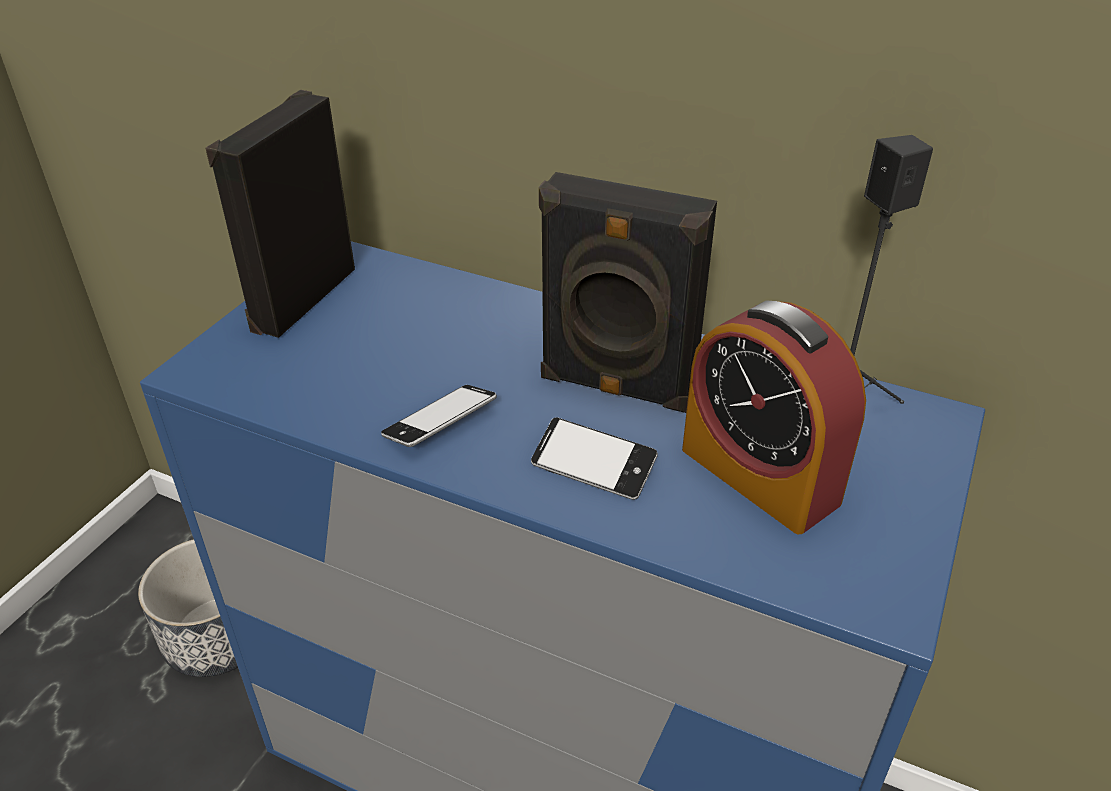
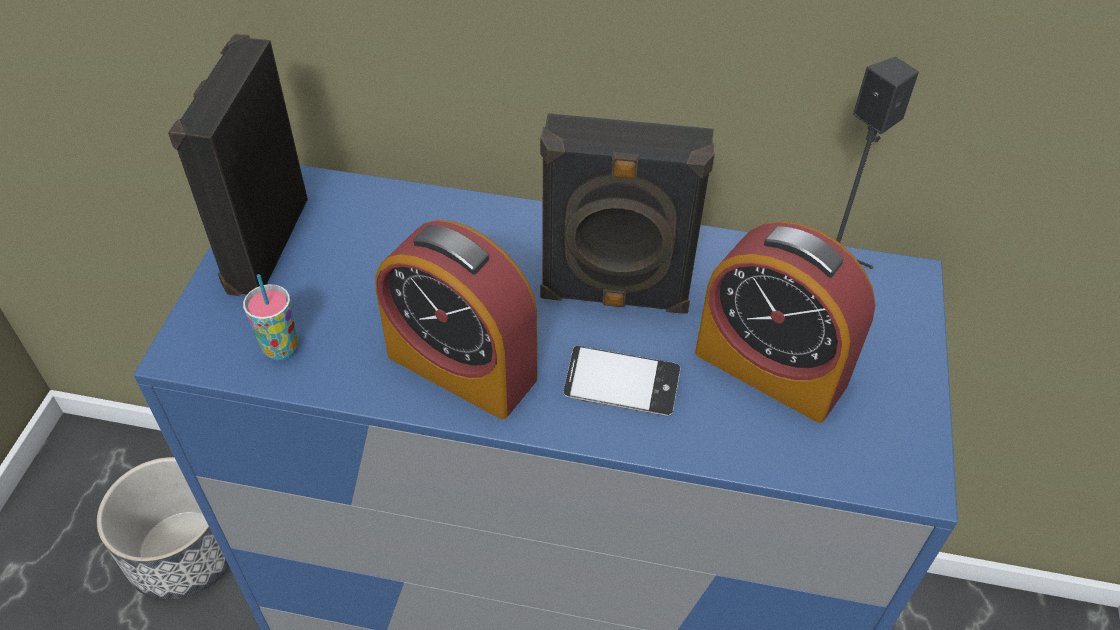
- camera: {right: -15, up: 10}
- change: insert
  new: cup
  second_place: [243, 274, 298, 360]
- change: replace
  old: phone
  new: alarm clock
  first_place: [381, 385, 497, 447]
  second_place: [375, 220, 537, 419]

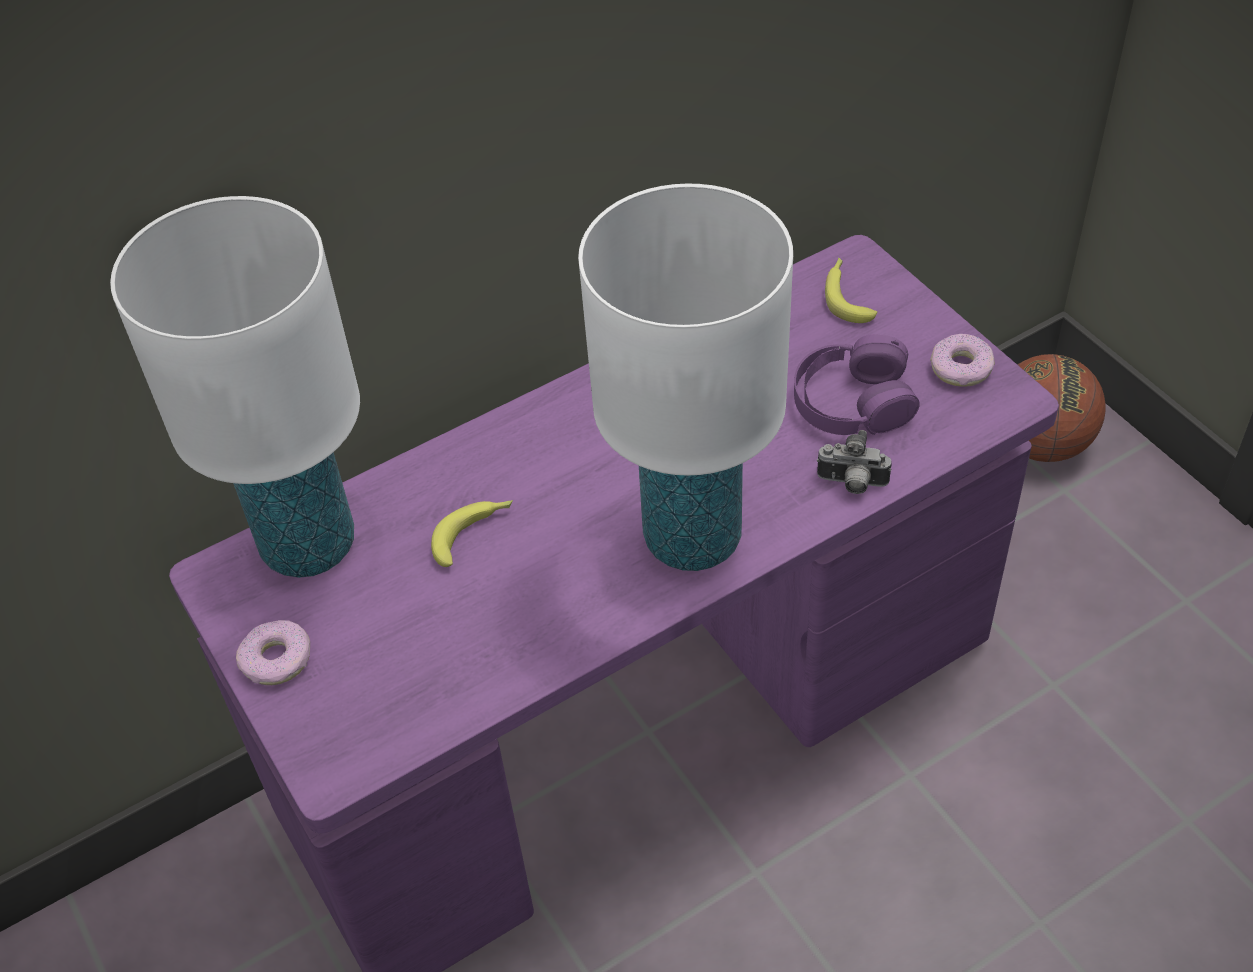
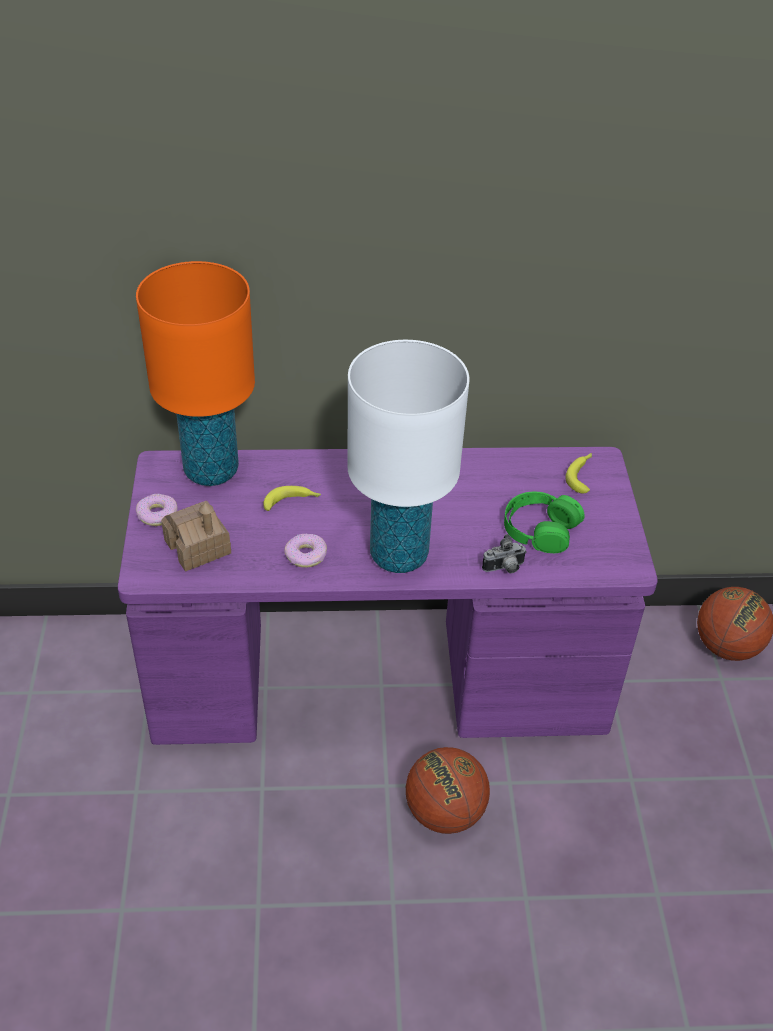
- camera: {right: 25, up: -5}
- change: insert
  new: model house
  second_place: [161, 501, 231, 572]
- change: insert
  new: ball for basketball
  second_place: [406, 747, 490, 834]
- change: move
  old: donut
  first_place: [930, 334, 995, 387]
  second_place: [284, 534, 327, 568]
- change: recolor
  old: table lamp/white-coloured
  new: table lamp/orange
  first_place: [110, 196, 360, 578]
  second_place: [136, 261, 255, 486]
- change: recolor
  old: headset/purple-coloured
  new: headset/green
  first_place: [794, 334, 920, 435]
  second_place: [504, 492, 585, 553]
- change: rotate
  old: photo camera
  first_place: [817, 430, 892, 494]
  second_place: [482, 534, 527, 573]
  degrees: -60

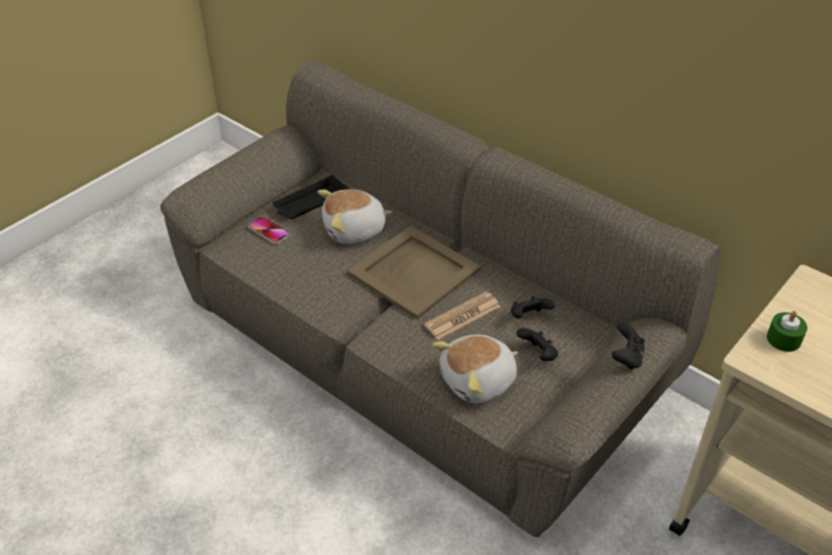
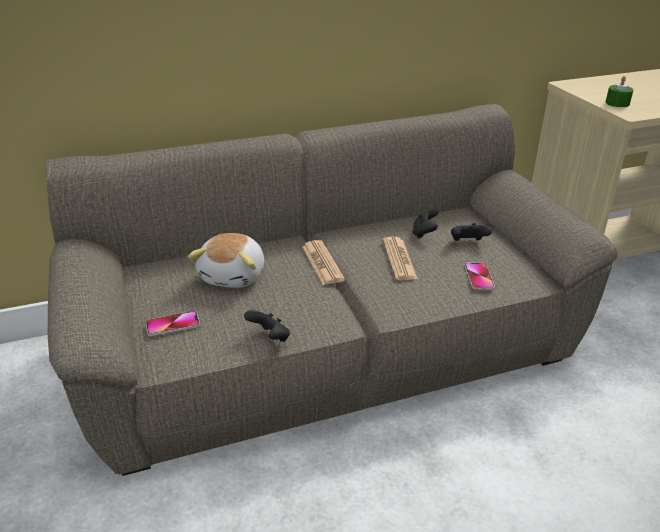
- camera: {right: -60, up: -10}
- change: delete
  old: tray/black-coloured
  first_place: [273, 175, 349, 219]
- change: move
  old: joypad/black-coloured
  first_place: [612, 322, 645, 370]
  second_place: [244, 310, 290, 342]
- change: replace
  old: tray/beige-coloured
  new: printed paper
  first_place: [347, 226, 481, 319]
  second_place: [302, 240, 345, 285]
- change: replace
  old: soft toy
  new: phone
  first_place: [432, 335, 518, 403]
  second_place: [464, 263, 495, 290]

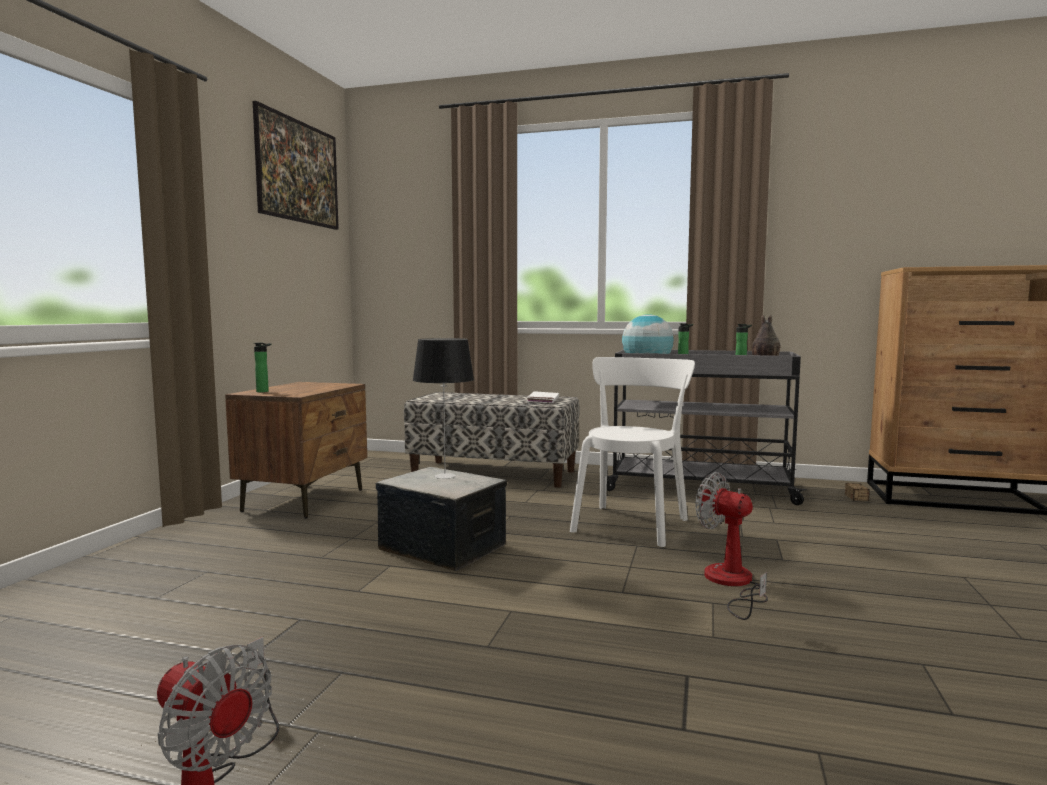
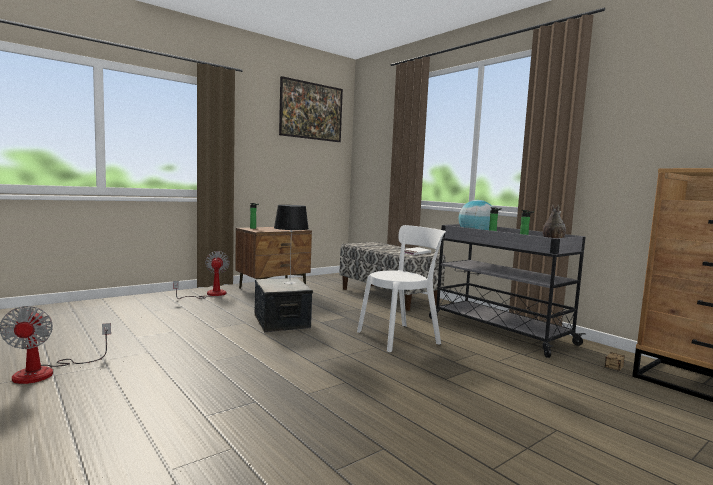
- camera: {right: 35, up: 0}
- change: move
  old: fan
  first_place: [695, 472, 768, 620]
  second_place: [173, 251, 230, 299]

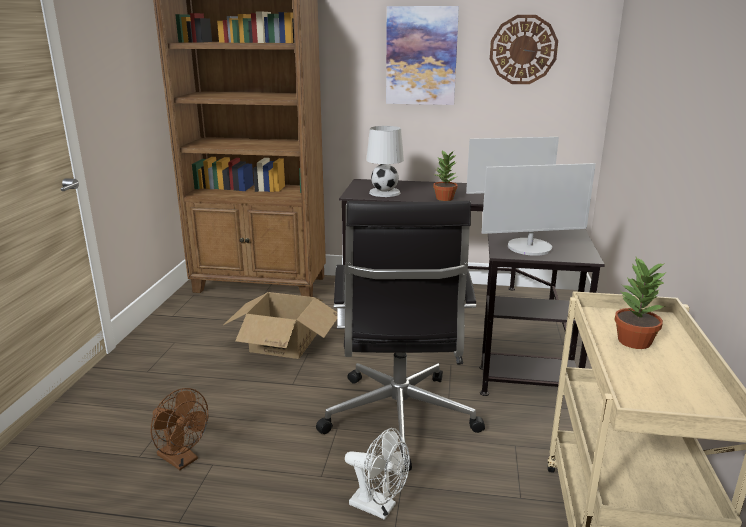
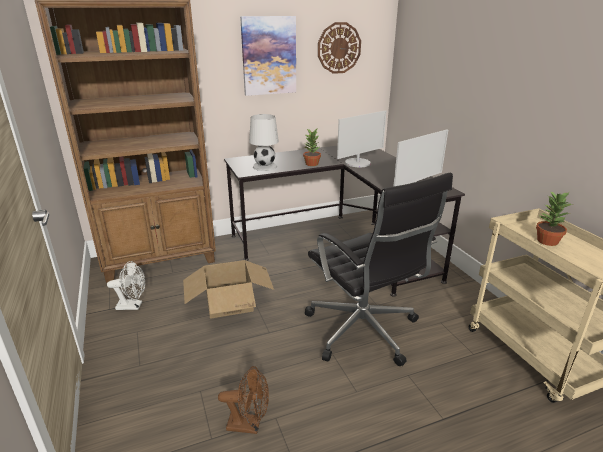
- camera: {right: -30, up: 5}
- change: move
  old: fan/white-coloured
  first_place: [345, 428, 410, 520]
  second_place: [107, 261, 145, 310]

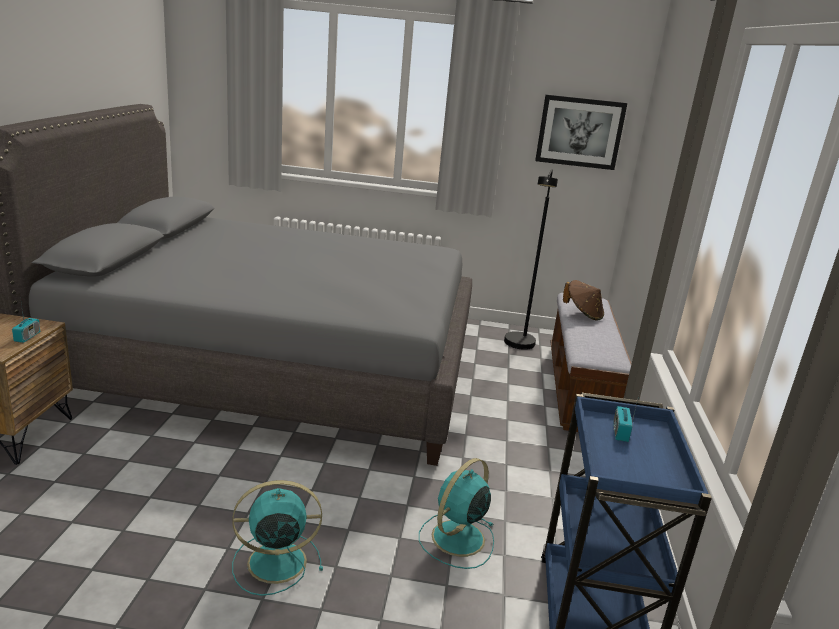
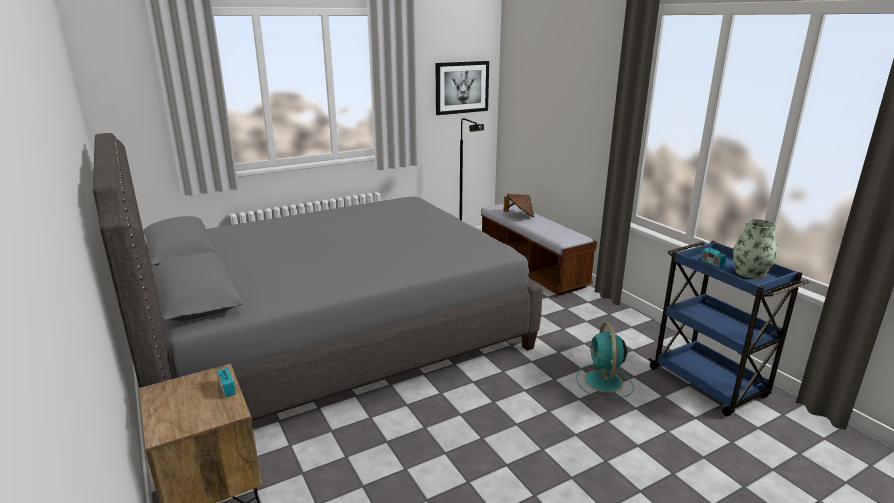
- camera: {right: -35, up: 0}
- change: delete
  old: fan/turquoise-coloured
  first_place: [232, 480, 323, 596]
- change: insert
  new: flower vase
  second_place: [733, 219, 777, 279]

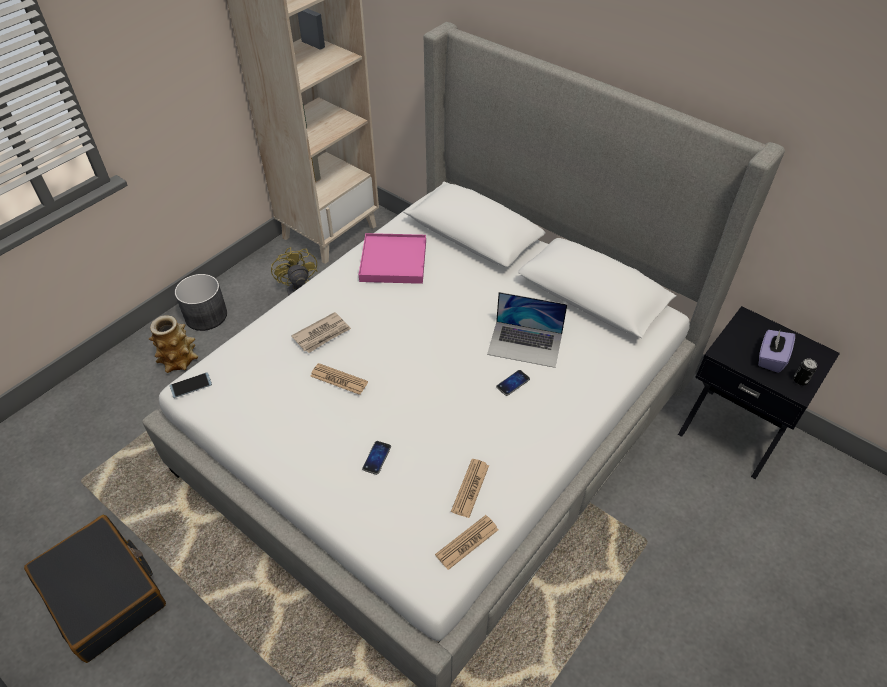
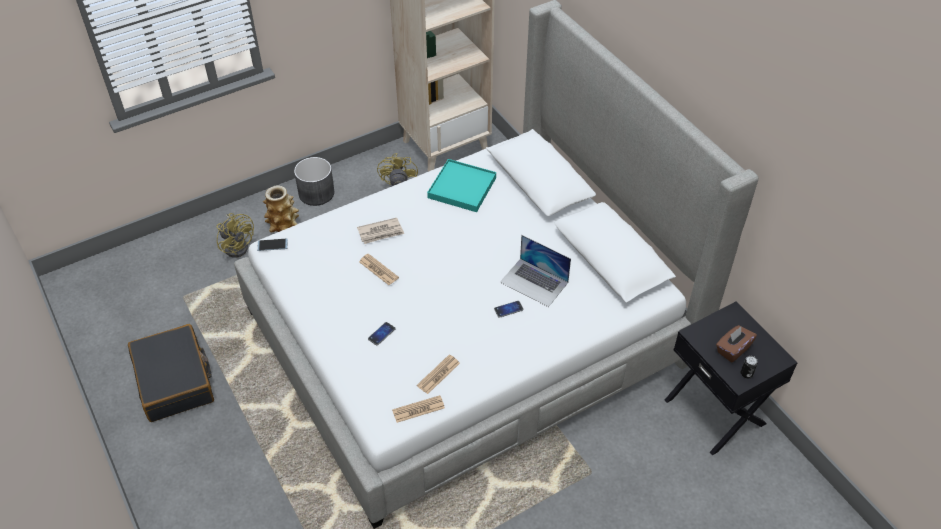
- camera: {right: 20, up: 0}
- change: insert
  new: fan/yellow-coloured
  second_place: [217, 213, 254, 258]
- change: recolor
  old: tray/pink-coloured
  new: tray/turquoise-coloured
  first_place: [358, 233, 426, 284]
  second_place: [427, 159, 496, 212]
- change: recolor
  old: tissue box/purple-coloured
  new: tissue box/brownish
  first_place: [758, 330, 795, 373]
  second_place: [716, 325, 757, 362]

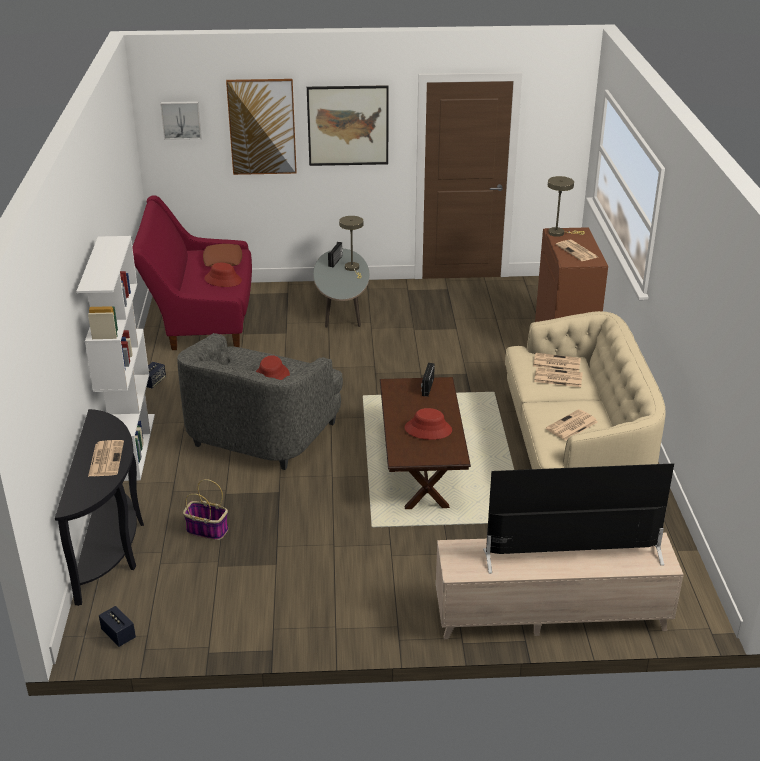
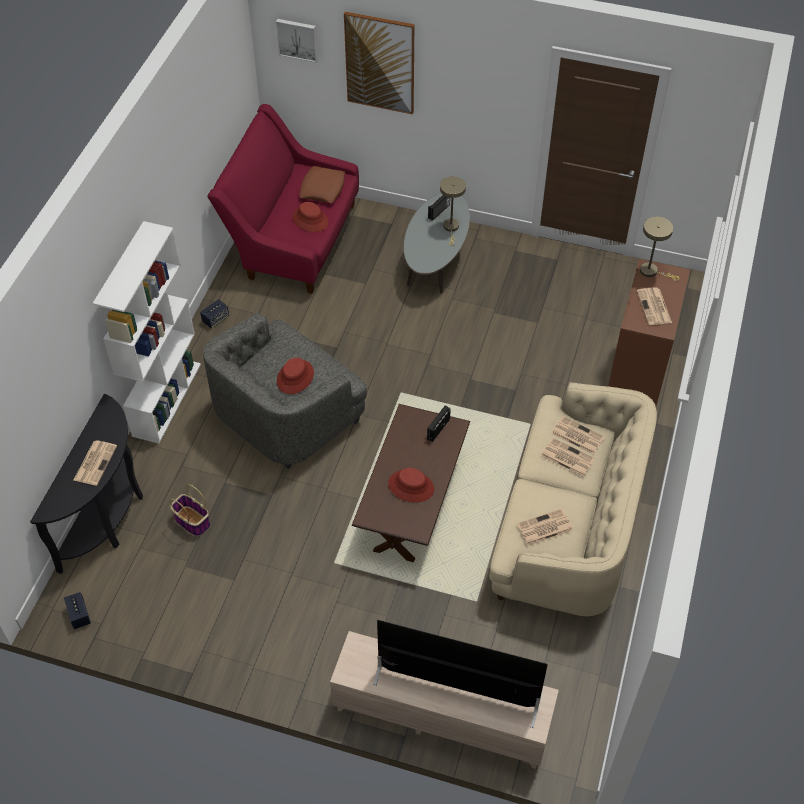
- camera: {right: 20, up: 20}
- change: delete
  old: wall picture
  first_place: [307, 85, 389, 166]

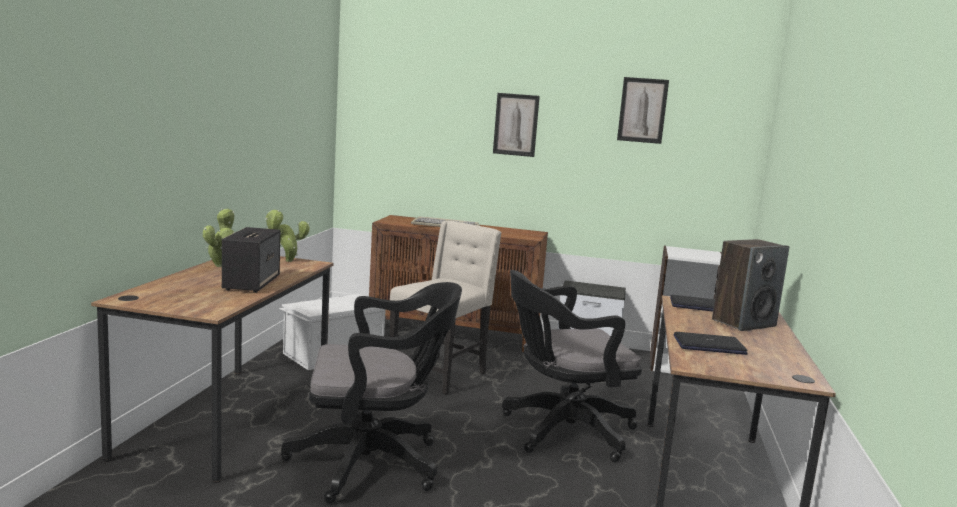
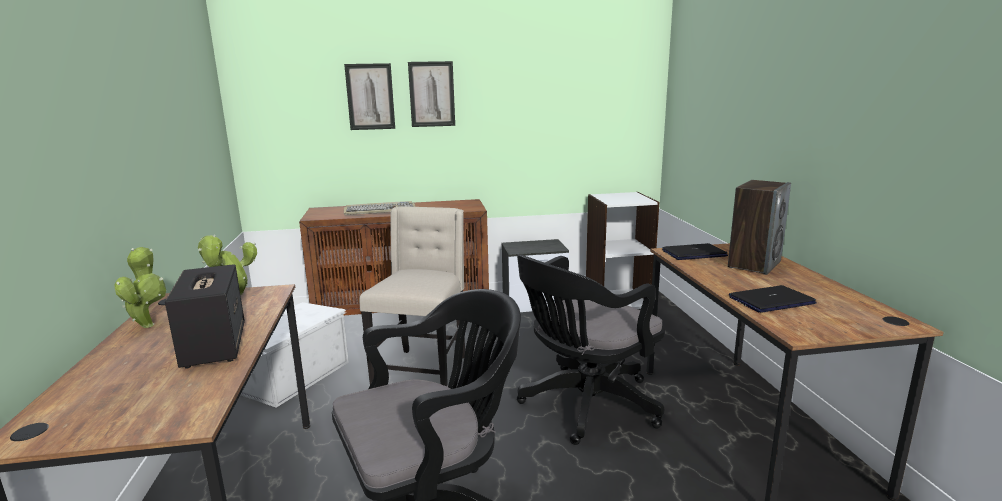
- camera: {right: -20, up: 5}
- change: move
  old: wall picture
  first_place: [617, 77, 669, 144]
  second_place: [344, 63, 395, 130]

